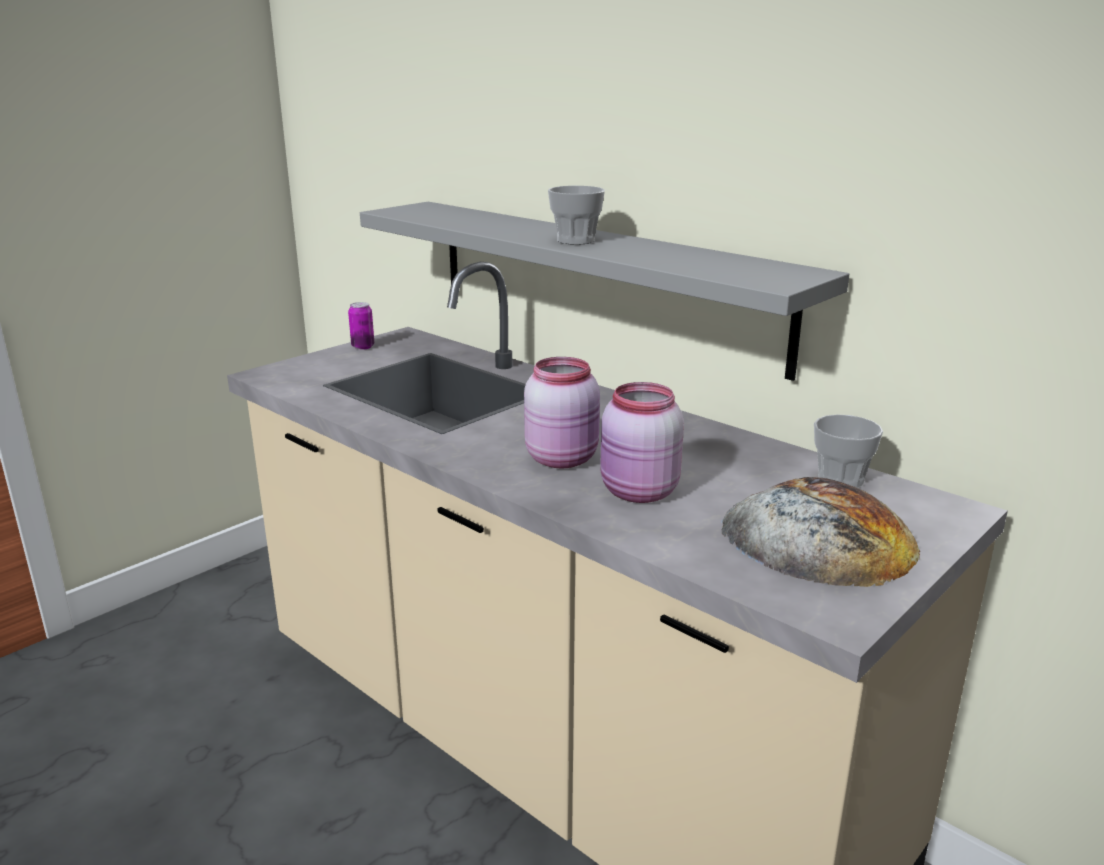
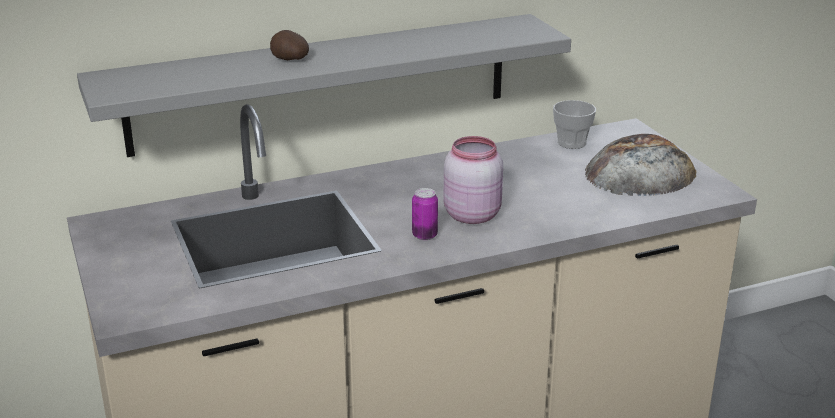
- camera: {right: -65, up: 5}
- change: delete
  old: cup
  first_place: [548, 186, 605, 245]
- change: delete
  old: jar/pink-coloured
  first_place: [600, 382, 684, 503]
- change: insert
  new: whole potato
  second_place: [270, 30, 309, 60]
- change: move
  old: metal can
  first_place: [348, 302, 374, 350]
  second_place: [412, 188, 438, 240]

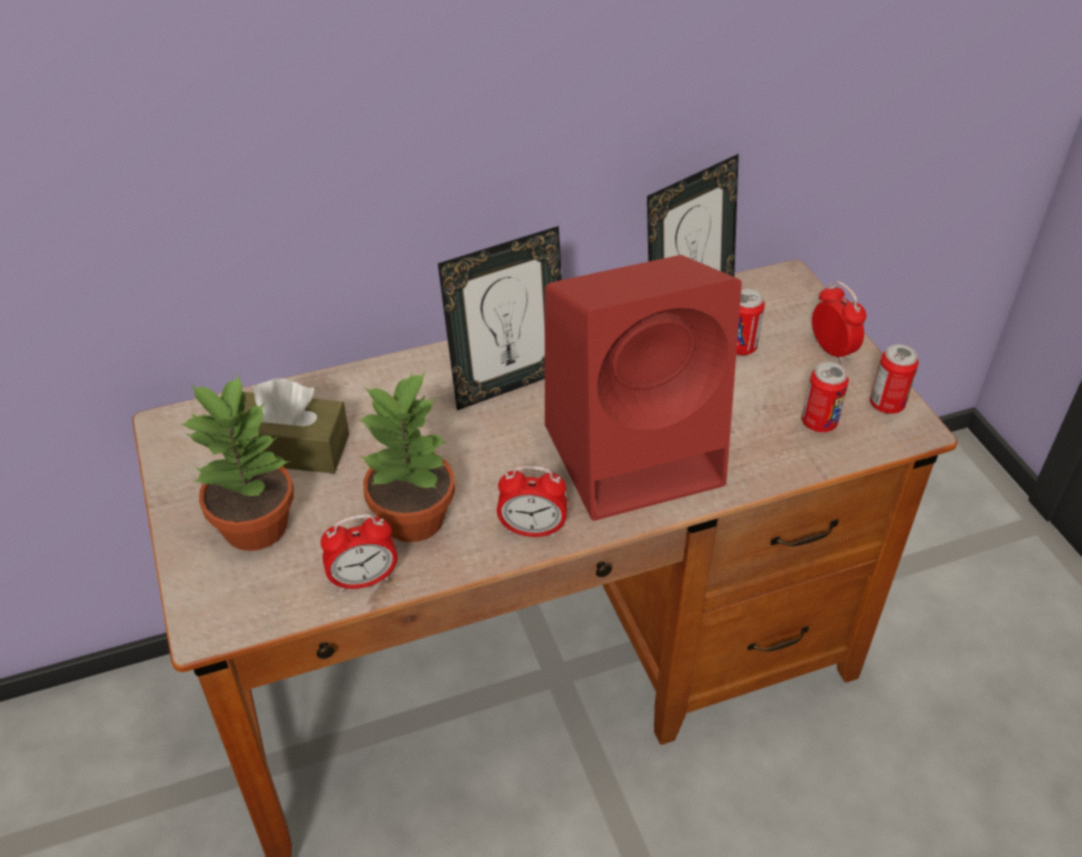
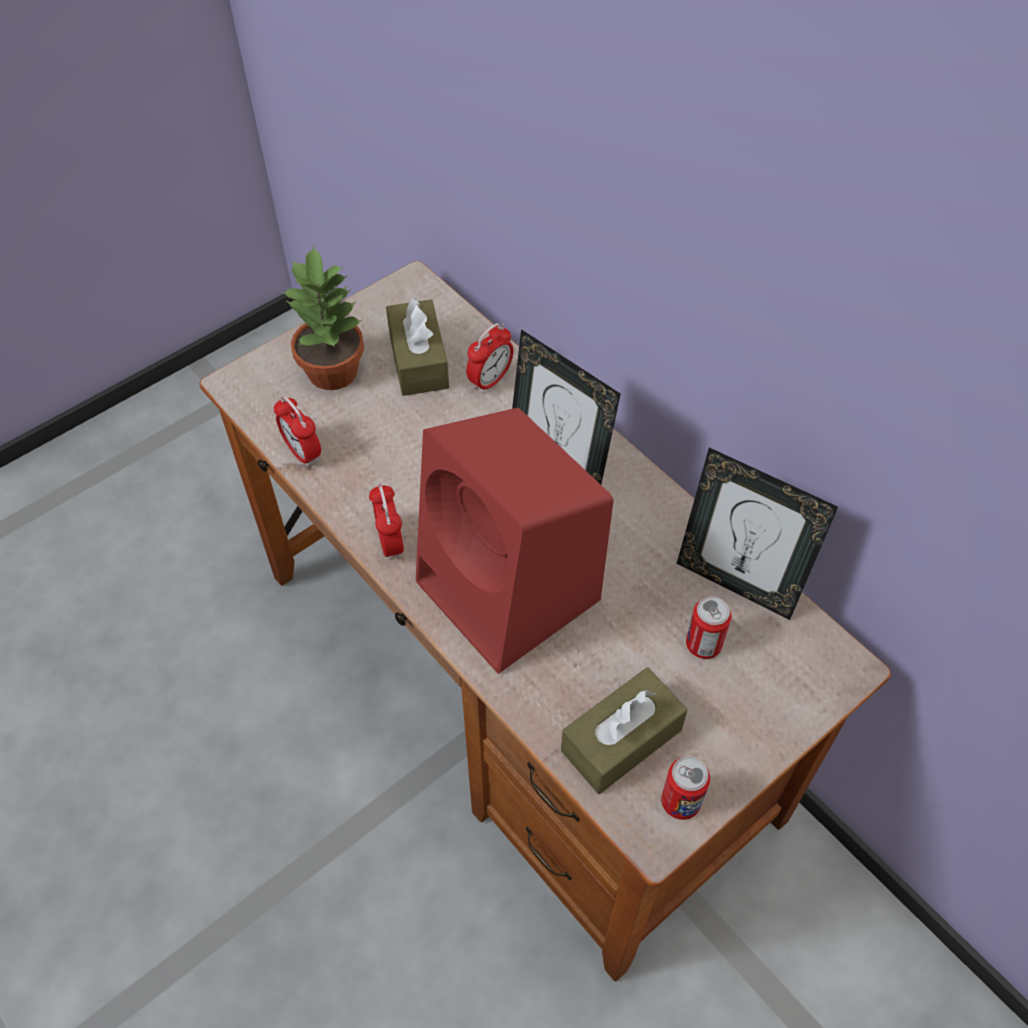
- camera: {right: 70, up: 10}
- change: delete
  old: potted plant
  first_place: [357, 372, 455, 542]
- change: move
  old: alarm clock
  first_place: [812, 281, 866, 363]
  second_place: [466, 323, 514, 394]
- change: replace
  old: metal can
  new: tissue box/brownish
  first_place: [802, 362, 849, 432]
  second_place: [561, 668, 688, 794]

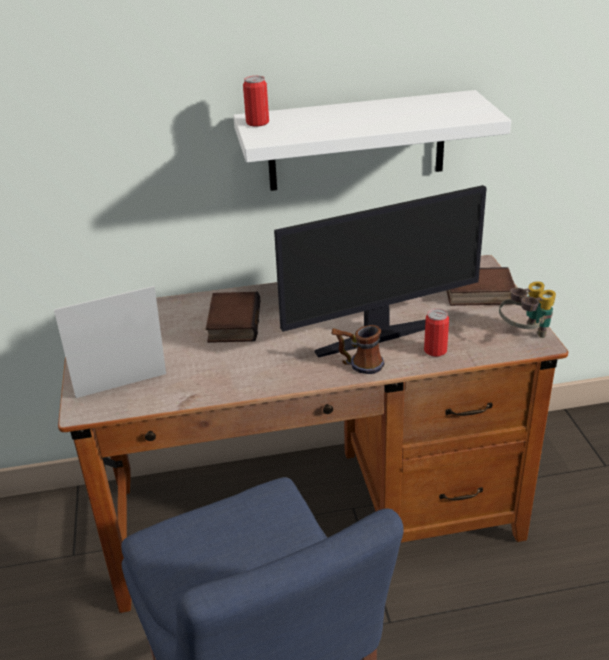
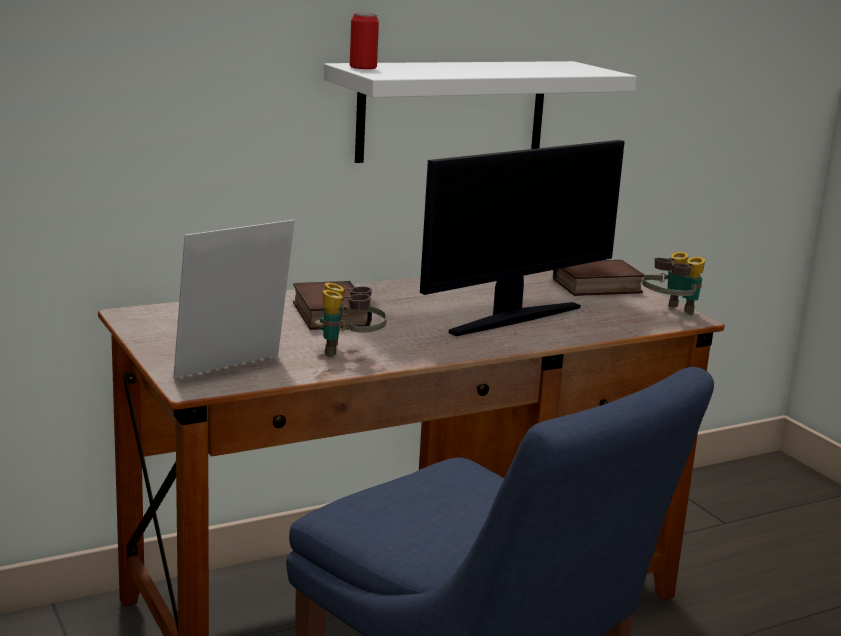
- camera: {right: -20, up: -15}
- change: delete
  old: tea mug
  first_place: [331, 325, 384, 374]
- change: delete
  old: metal can
  first_place: [424, 308, 449, 357]
- change: insert
  new: pair of binoculars
  second_place: [314, 283, 387, 357]

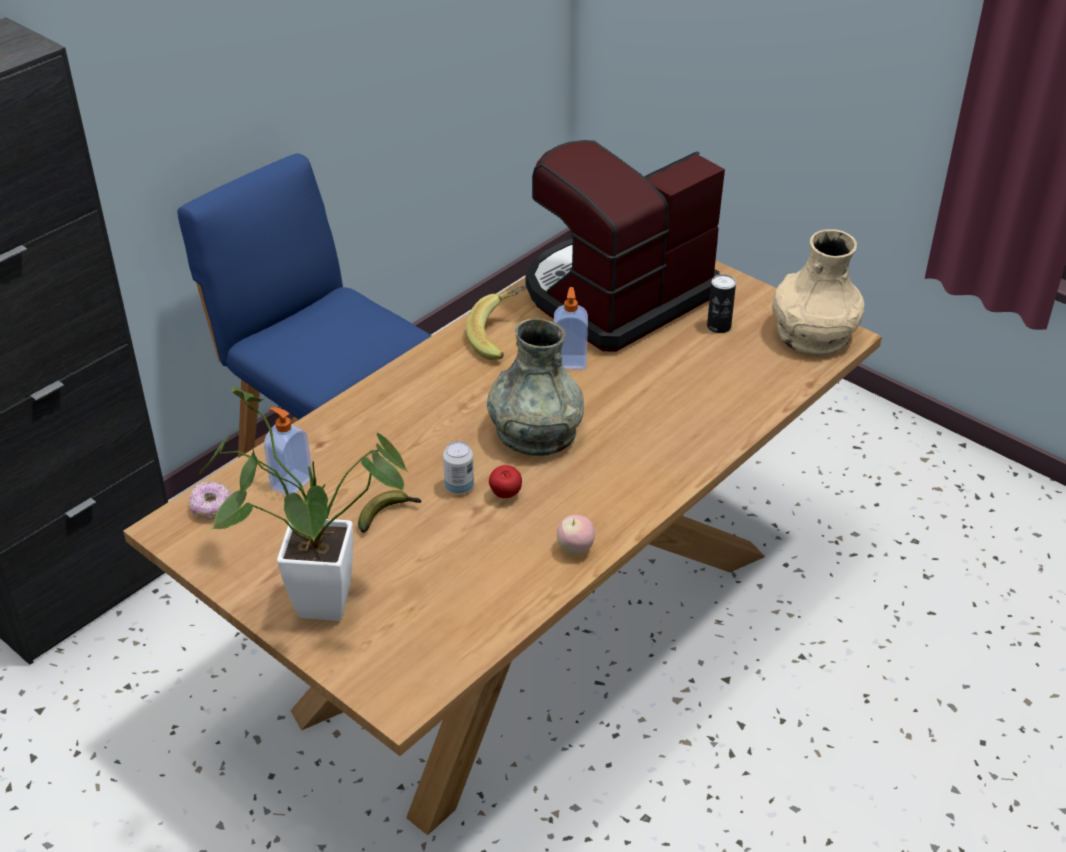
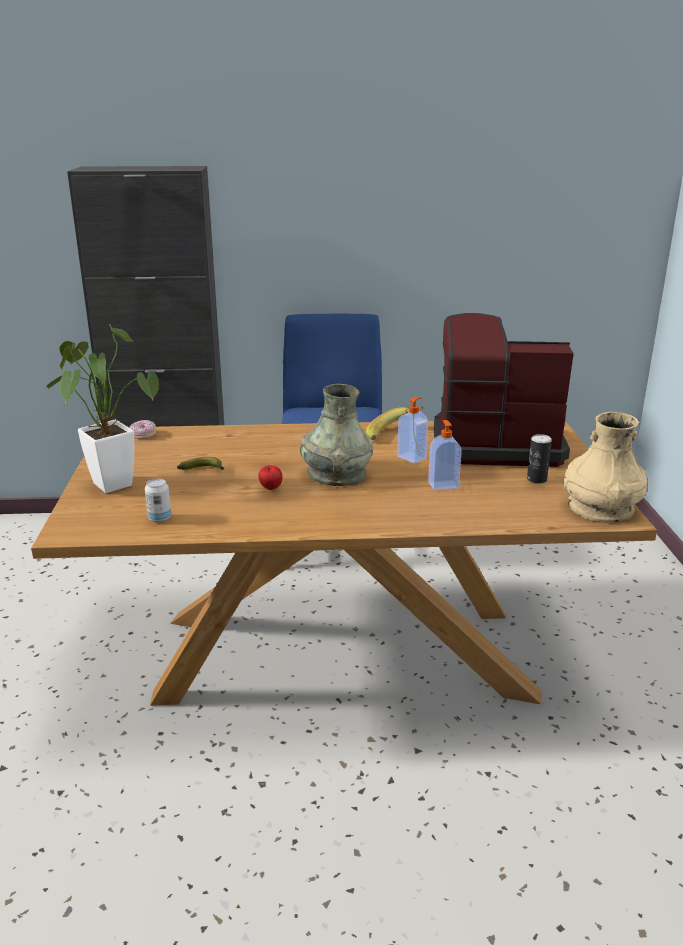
- camera: {right: 45, up: -15}
- change: delete
  old: apple fruit
  first_place: [557, 515, 595, 555]
- change: move
  old: soap dispenser
  first_place: [264, 407, 313, 496]
  second_place: [428, 420, 462, 491]
- change: move
  old: metal can
  first_place: [443, 441, 474, 494]
  second_place: [145, 479, 171, 523]

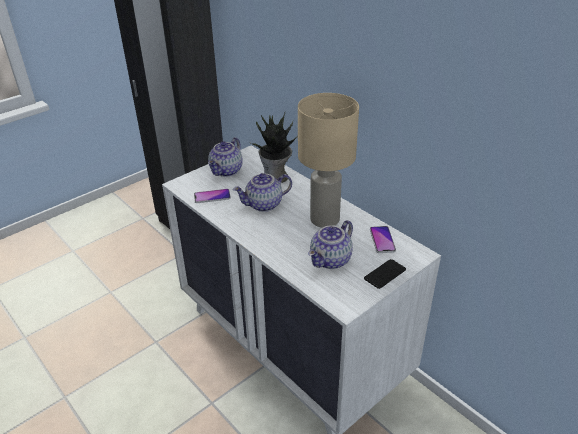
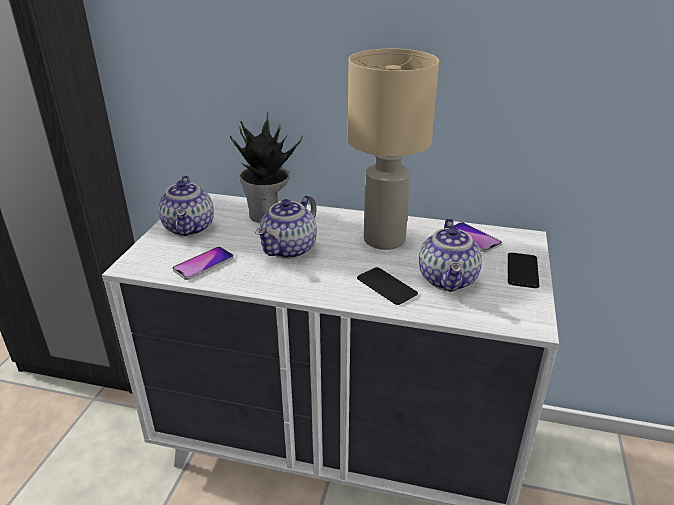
- camera: {right: -35, up: -5}
- change: insert
  new: phone
  second_place: [357, 267, 418, 305]

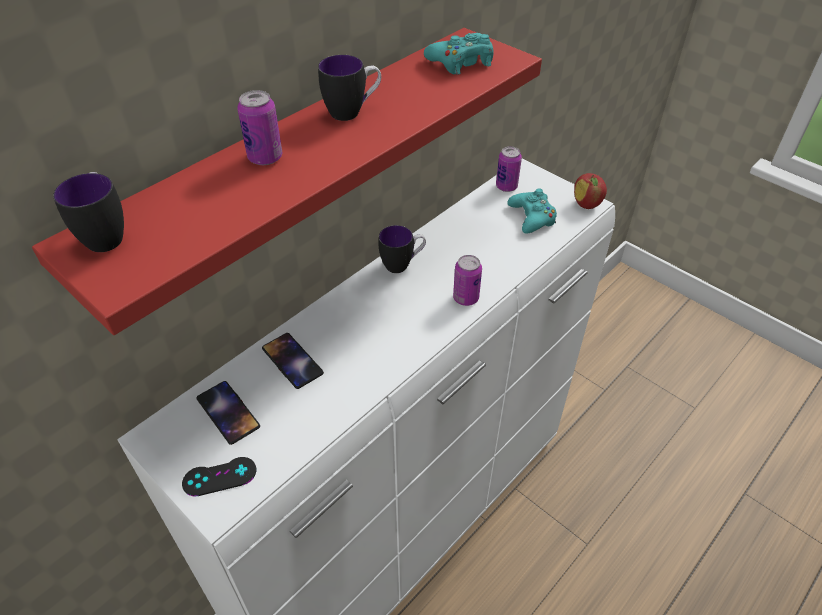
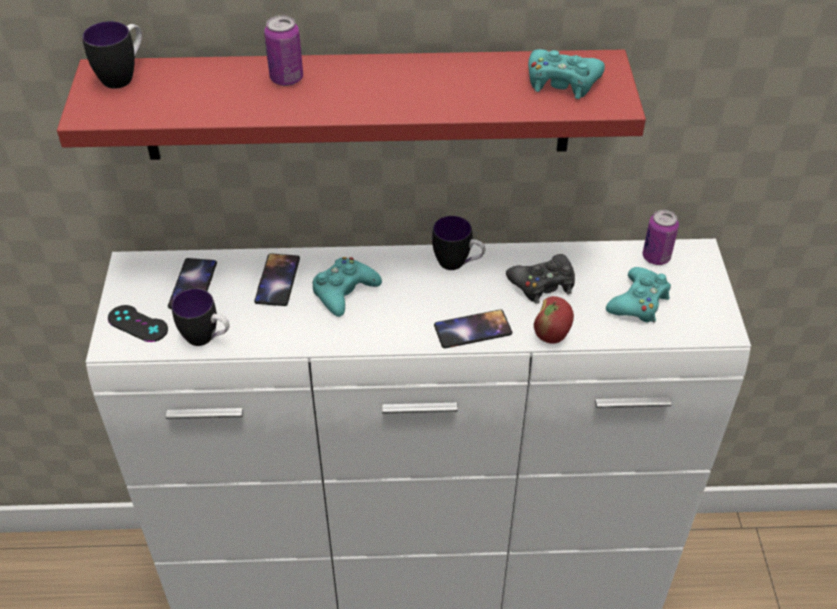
- camera: {right: 45, up: 0}
- change: insert
  new: joypad/turquoise-coloured
  second_place: [312, 257, 382, 317]
- change: insert
  new: joypad/black-coloured
  second_place: [506, 254, 575, 304]
- change: move
  old: tea mug
  first_place: [318, 55, 381, 121]
  second_place: [171, 288, 230, 346]
- change: move
  old: apple fruit
  first_place: [574, 173, 607, 209]
  second_place: [534, 296, 574, 344]
- change: replace
  old: metal can
  new: phone
  first_place: [453, 255, 482, 306]
  second_place: [434, 310, 512, 348]

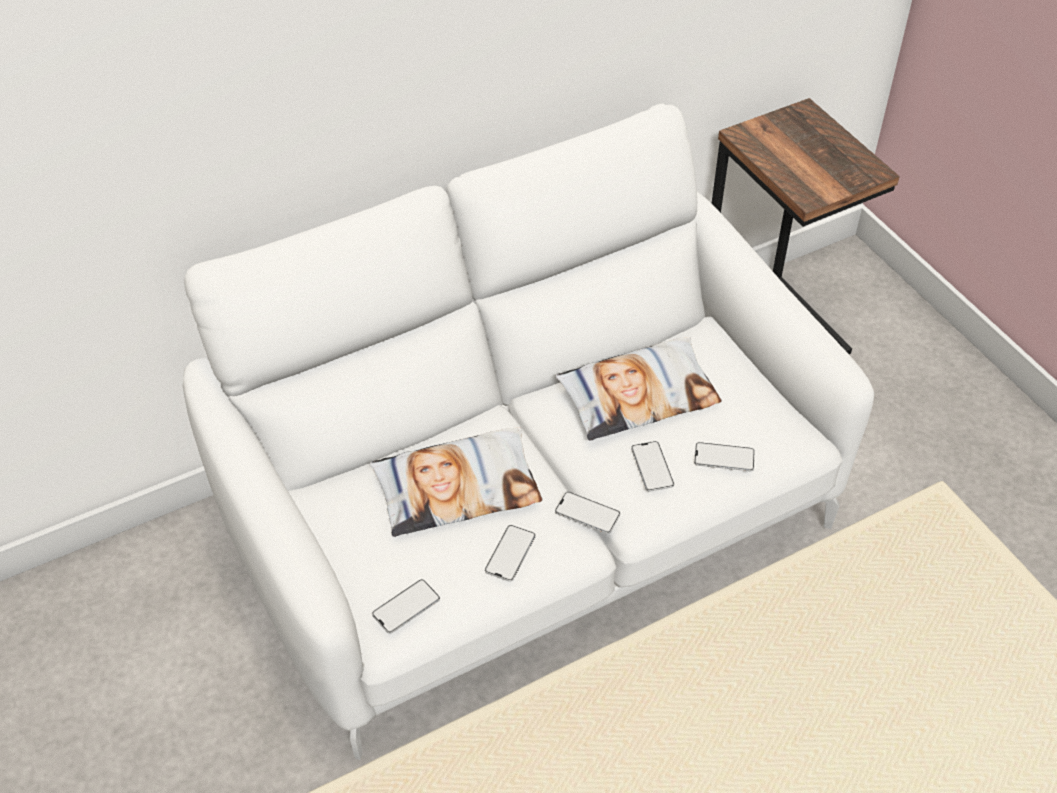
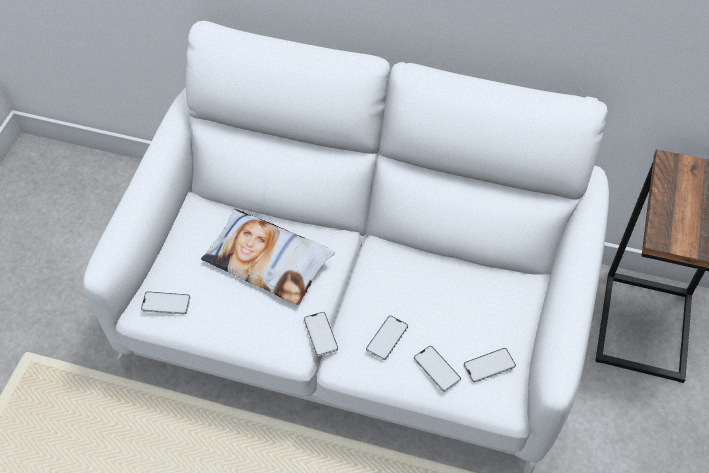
- camera: {right: 45, up: 5}
- change: delete
  old: pillow
  first_place: [555, 337, 721, 441]
- change: move
  old: phone
  first_place: [485, 525, 536, 582]
  second_place: [464, 348, 516, 383]

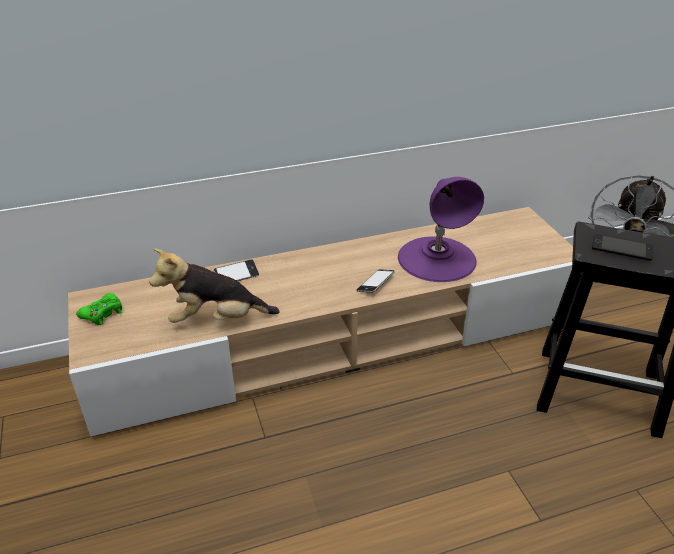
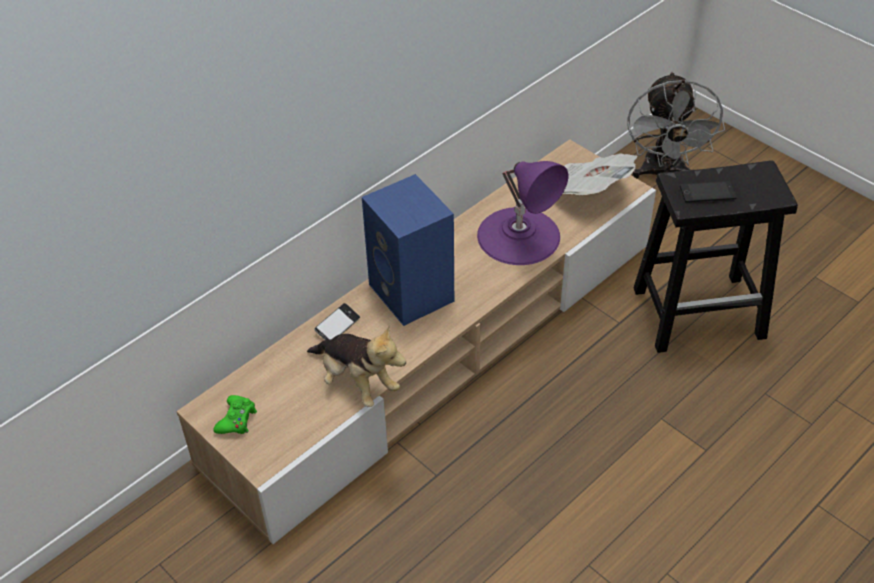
- camera: {right: -25, up: 10}
- change: delete
  old: phone
  first_place: [357, 269, 395, 293]
- change: insert
  new: speaker/bluish
  second_place: [362, 174, 454, 326]
- change: insert
  new: printed paper
  second_place: [563, 154, 638, 195]
- change: rotate
  old: soft toy
  first_place: [149, 248, 280, 323]
  second_place: [307, 325, 406, 407]
  degrees: -105

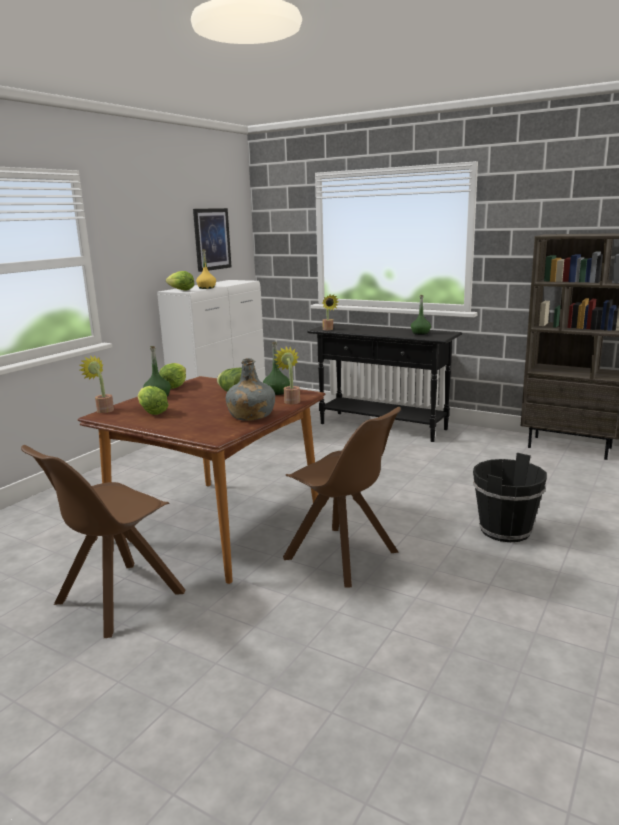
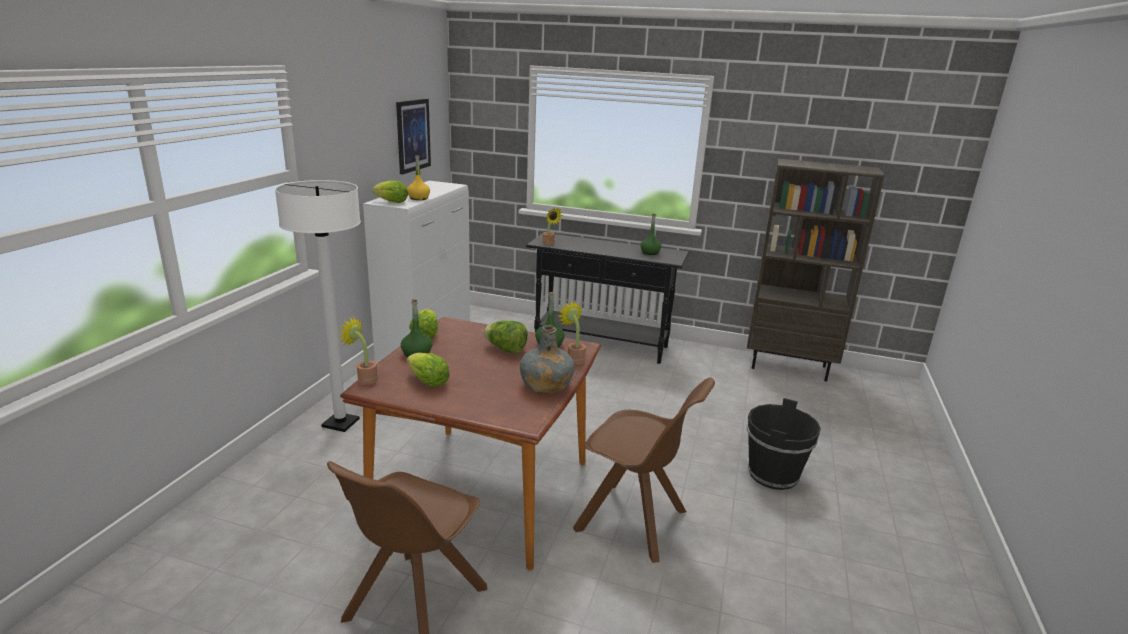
- camera: {right: -15, up: 5}
- change: insert
  new: standard lamp/white-coloured
  second_place: [275, 180, 361, 432]

